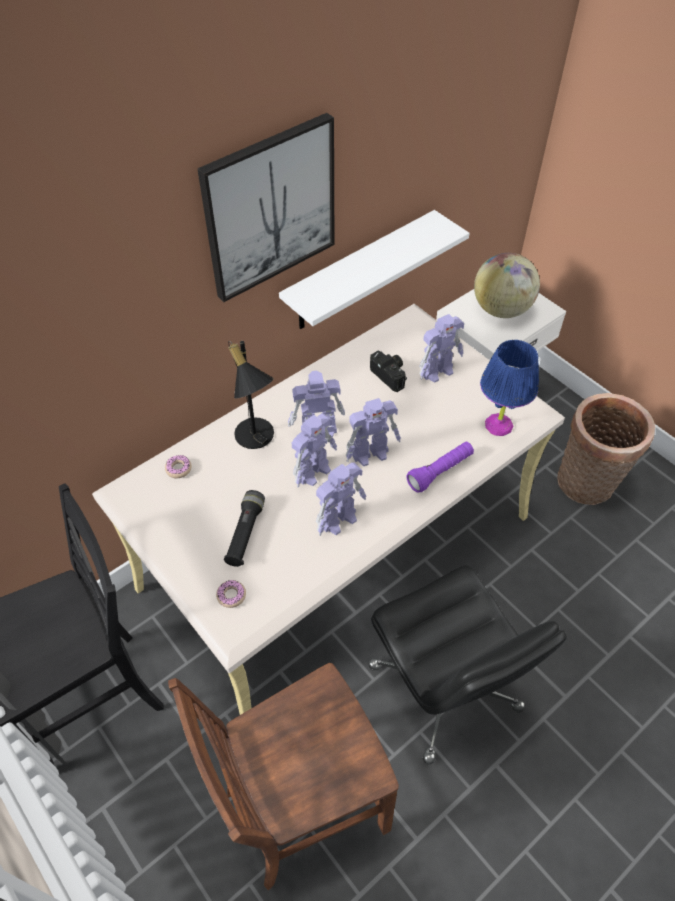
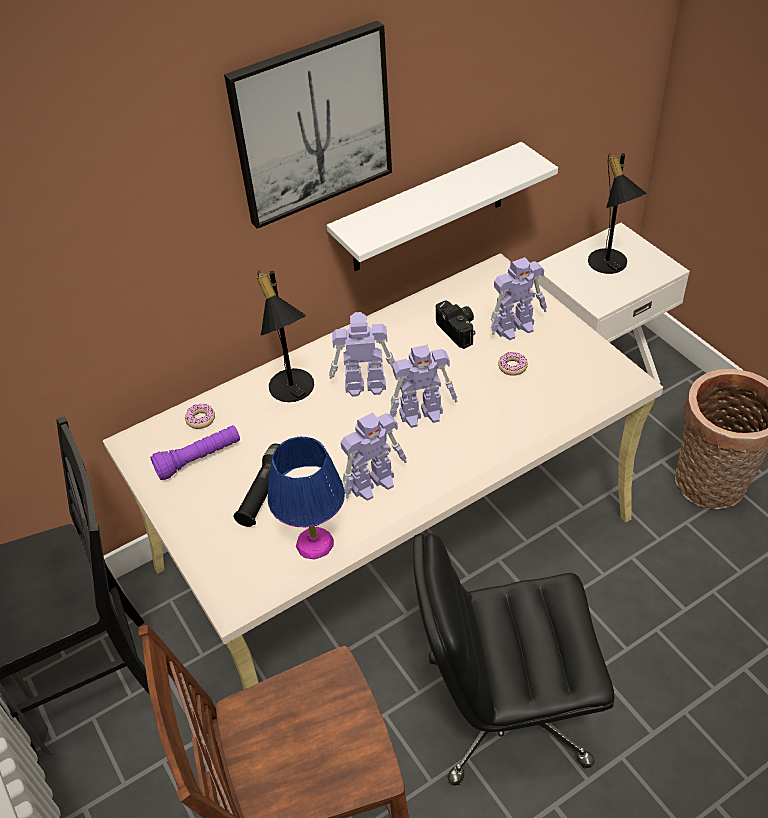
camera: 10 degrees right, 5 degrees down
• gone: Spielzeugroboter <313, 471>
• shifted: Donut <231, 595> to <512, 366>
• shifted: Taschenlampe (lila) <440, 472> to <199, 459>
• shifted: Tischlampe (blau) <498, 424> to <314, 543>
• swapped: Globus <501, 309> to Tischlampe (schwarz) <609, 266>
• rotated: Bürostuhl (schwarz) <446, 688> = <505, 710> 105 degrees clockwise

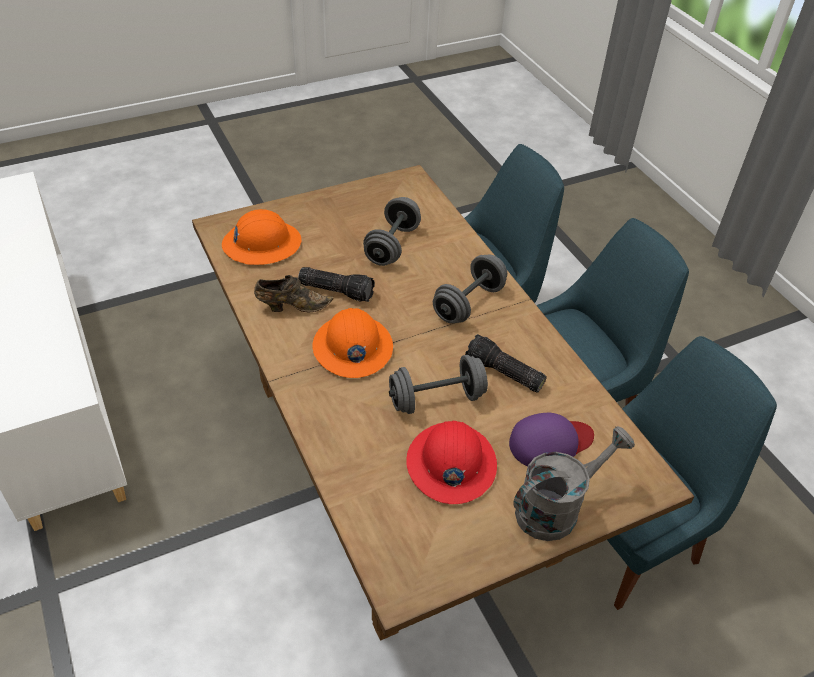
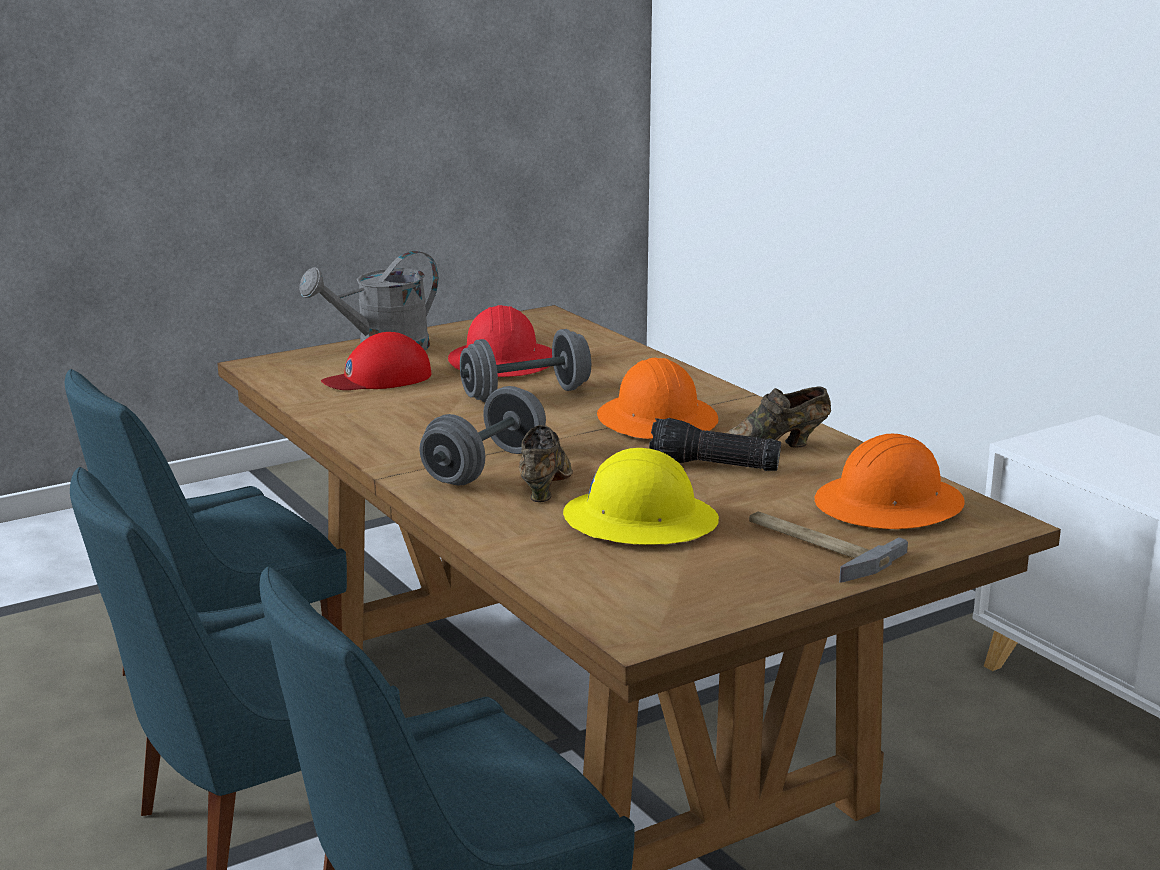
camera: 175 degrees right, 25 degrees down
• gone: Taschenlampe <503, 373>
• new: Schuh (braun) <544, 488>
• new: Hammer <814, 546>
• swapped: Hantel (grau) <392, 245> to Schutzhelm (gelb) <640, 521>
• repainted: Kappe (lila) <550, 442> to Kappe (rot) <378, 378>

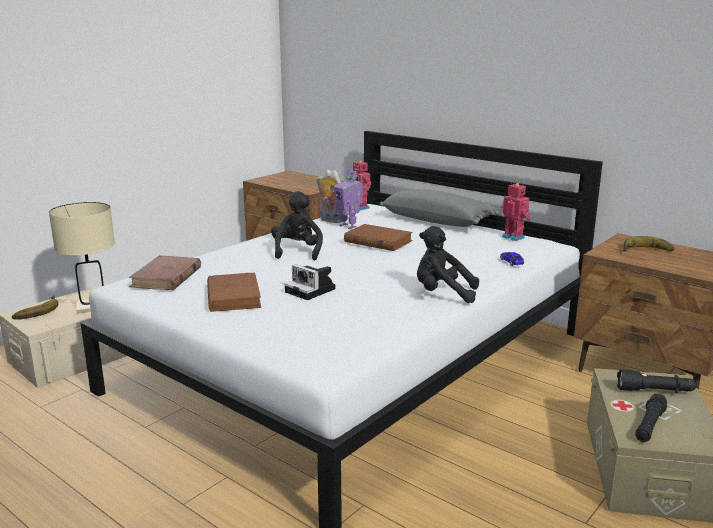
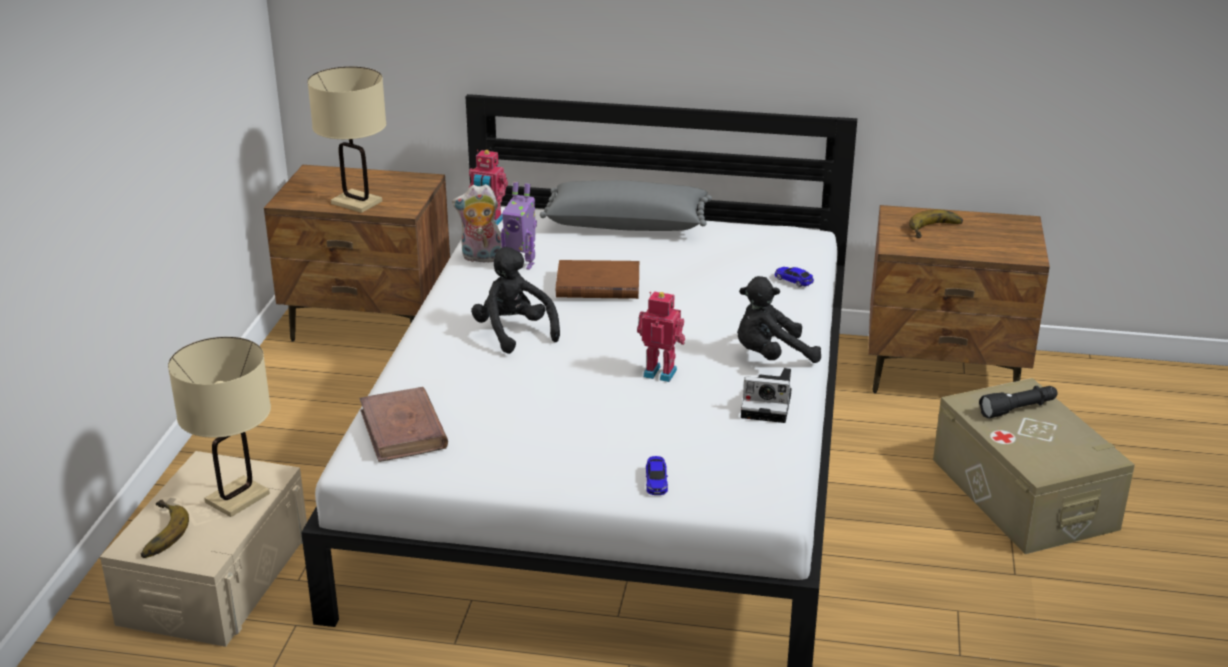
camera: 30 degrees left, 10 degrees up
• gone: Buch (braun) <233, 296>
• gone: Taschenlampe (schwarz) <649, 425>
• new: Tischlampe (beige) <356, 202>
• new: Spielzeugauto <656, 481>
• shifted: Kamera <312, 291> to <769, 405>
• shifted: Spielzeugroboter <514, 237> to <660, 372>

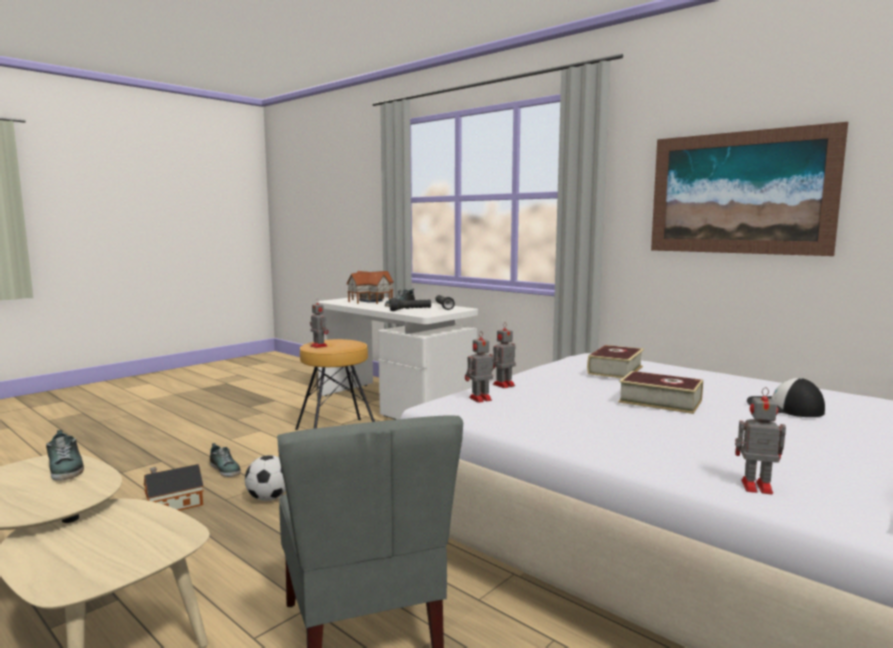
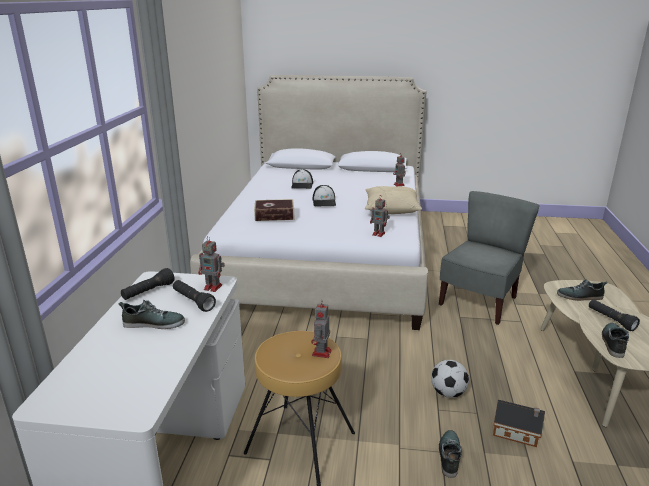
camera: 125 degrees left, 15 degrees up
• gone: Spielzeughaus <371, 301>
• gone: Bild <739, 193>
• new: Kissen (beige) <391, 209>
• new: Schuh <580, 296>
• new: Taschenlampe (schwarz) <610, 320>
• shifted: Spielzeugroboter <503, 385> to <214, 287>
• swapped: Buch <660, 401> to Kappe <324, 202>

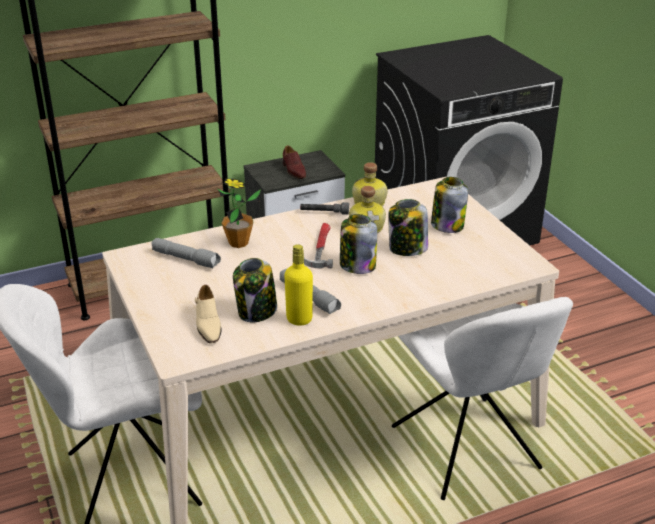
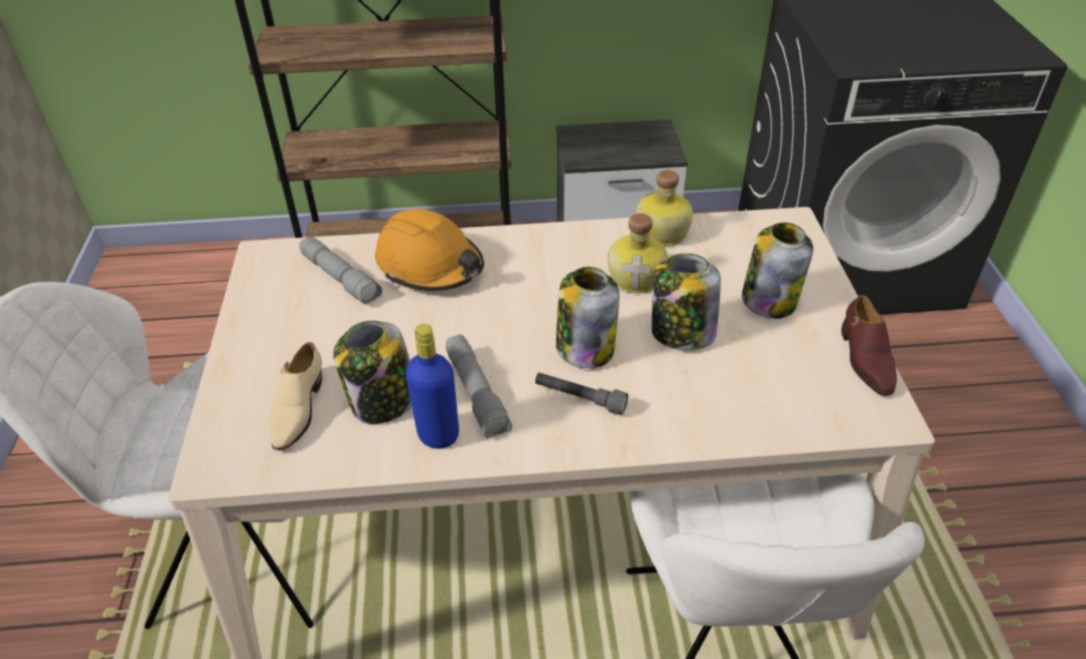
camera: 20 degrees right, 10 degrees up
• gone: Hammer <320, 248>
• shifted: Schuh (braun) <293, 170> to <865, 359>
• shifted: Taschenlampe (grau) <324, 213> to <579, 399>
• swapped: Topfpflanze <238, 243> to Schutzhelm (orange) <430, 266>
• repainted: Flasche (gelb) <299, 319> to Flasche (blau) <438, 434>

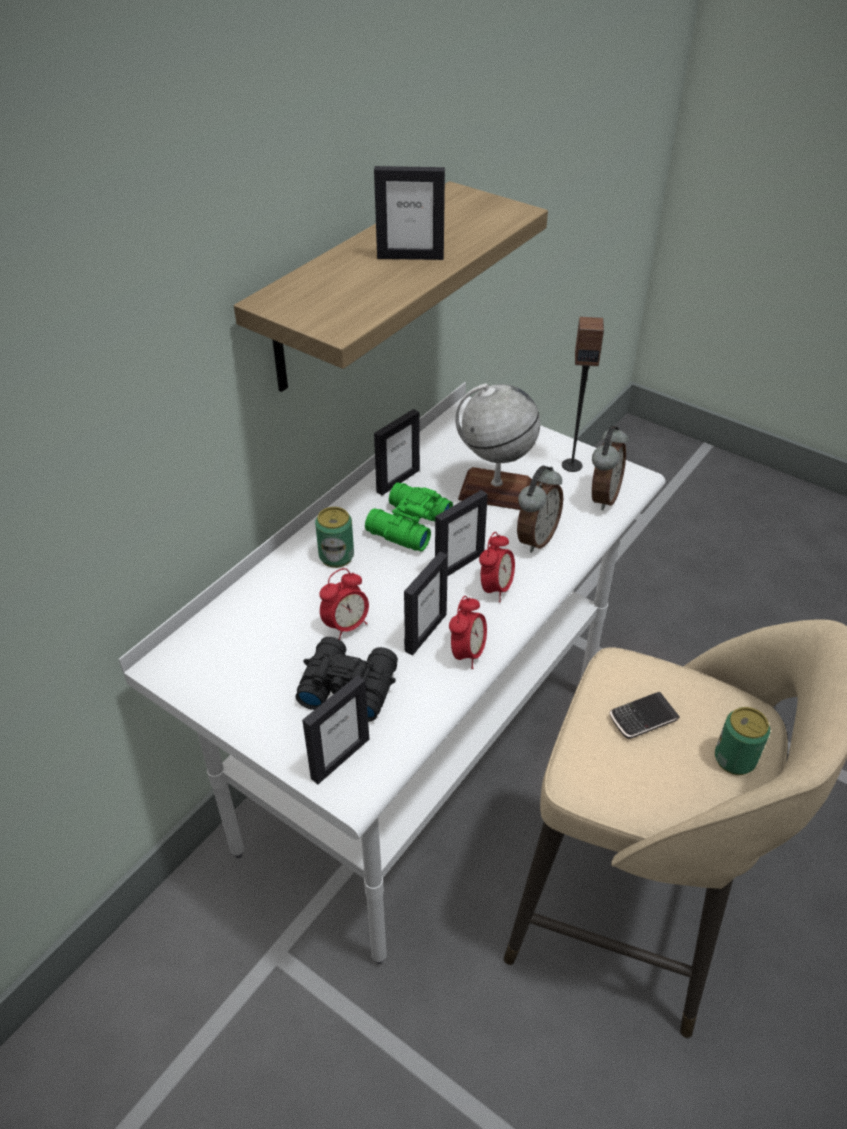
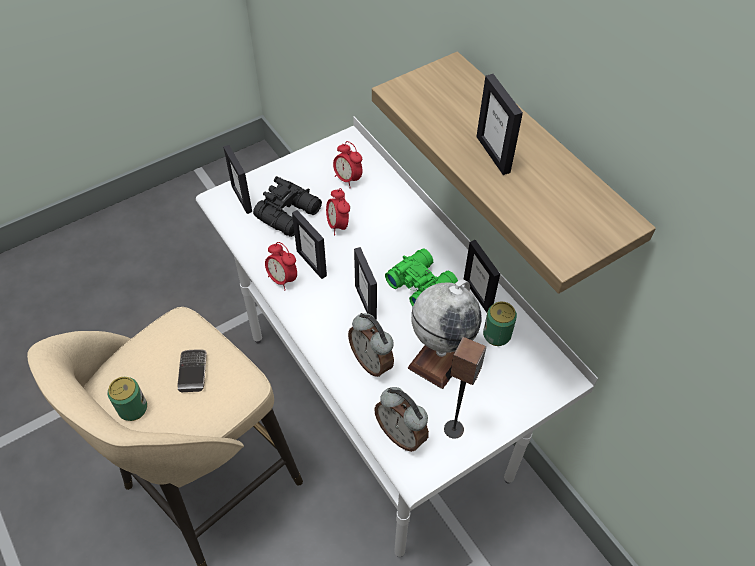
camera: 110 degrees right, 10 degrees up
• shifted: Dose <336, 556> to <496, 335>
• shifted: Wecker <496, 588> to <348, 179>
• rotated: Bilderrahmen <410, 257> = <493, 154> 45 degrees counterclockwise

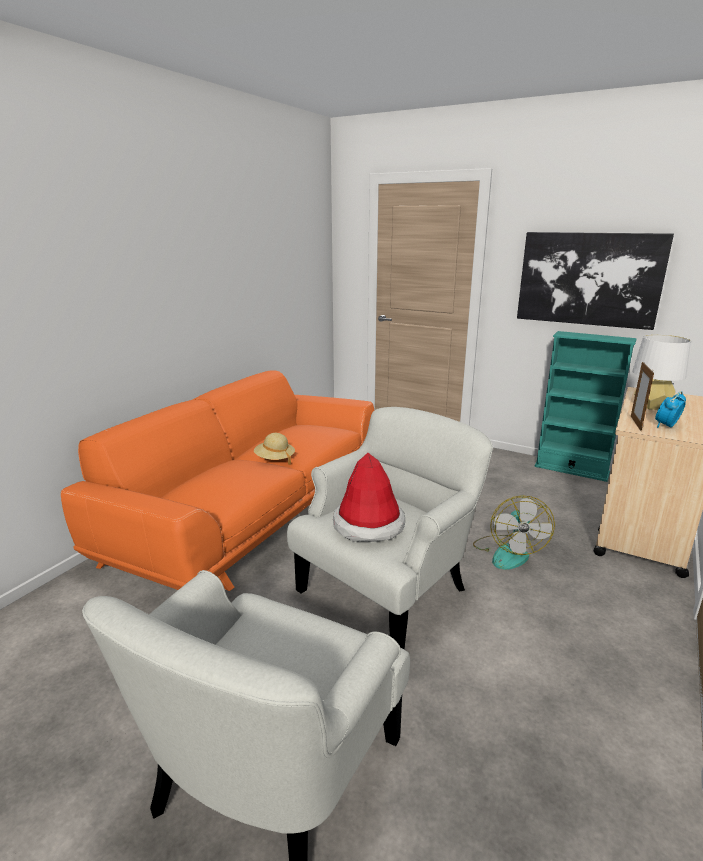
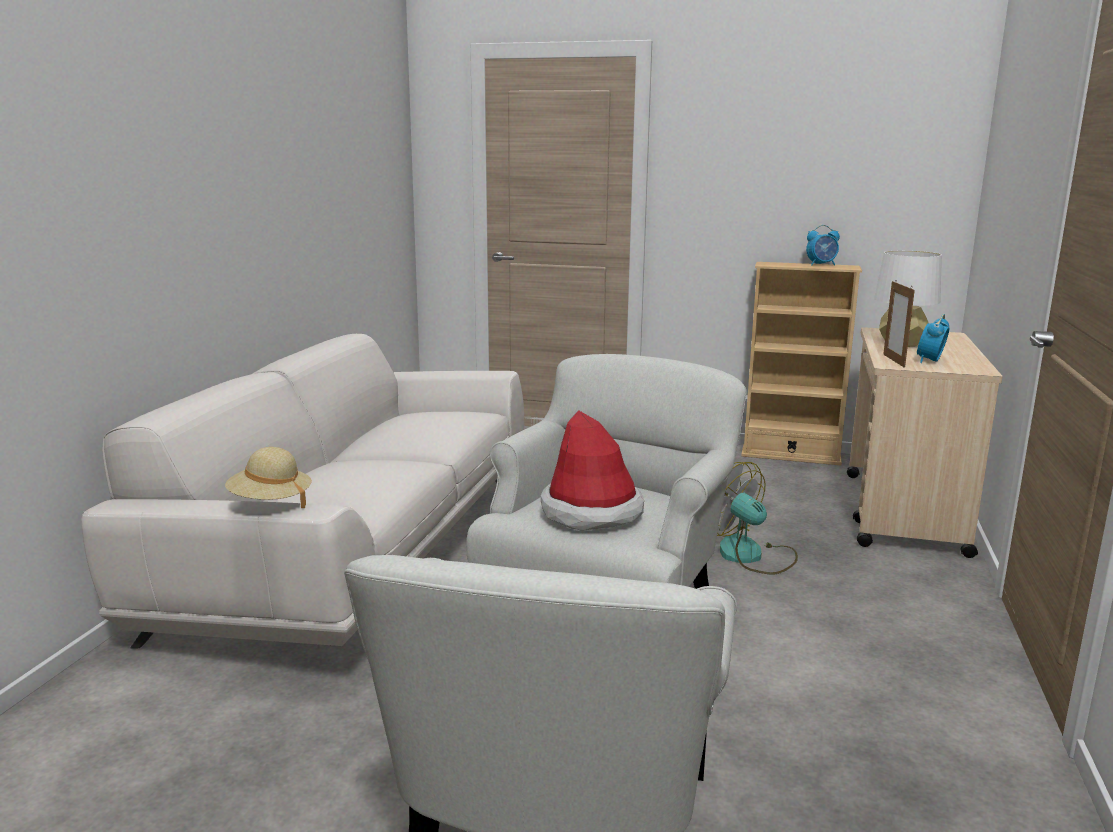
camera: 15 degrees left, 5 degrees down
• gone: Bild <589, 279>
• new: Wecker <821, 265>
• shifted: Hut (beige) <274, 459> to <270, 502>
• repainted: Sofa (orange) <250, 515> to Sofa (weiß) <356, 553>
• repainted: Bücherregal (türkis) <571, 469> to Bücherregal (beige) <790, 455>
• rotated: Ventilator <508, 552> = <750, 556> 150 degrees clockwise

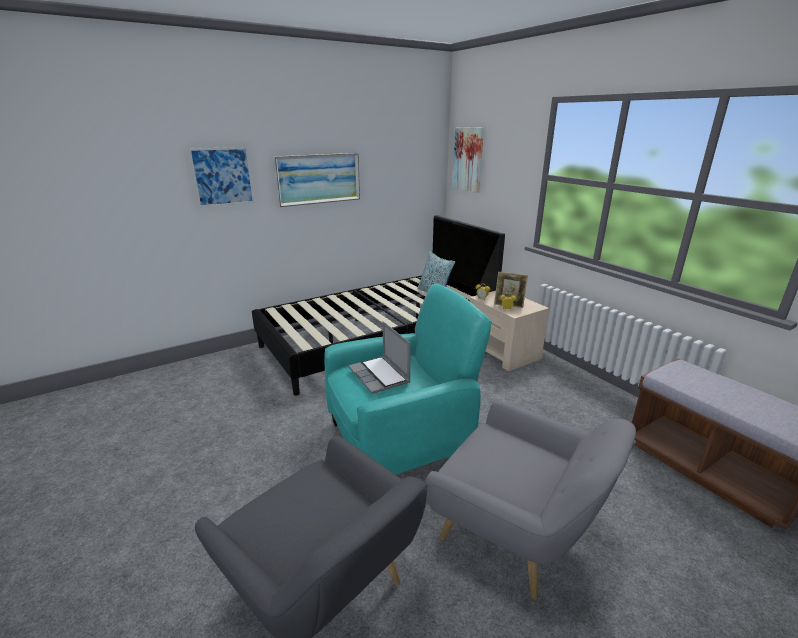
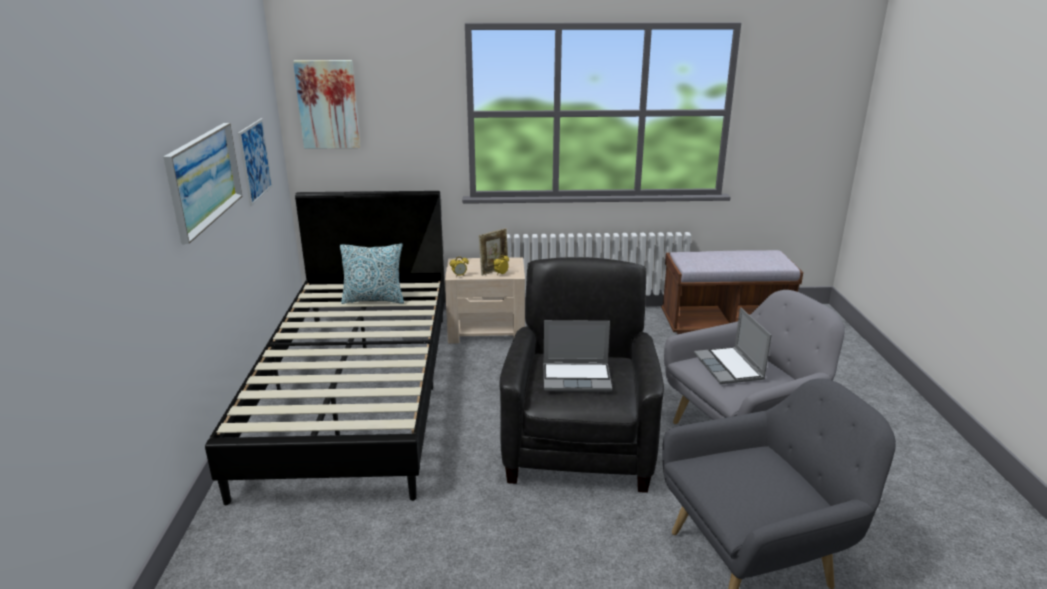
camera: 60 degrees left, 0 degrees up
• new: Laptop <729, 367>
• shifted: Bild <223, 177> to <255, 161>
• repainted: Sessel (türkis) <401, 439> to Sessel (schwarz) <579, 445>

